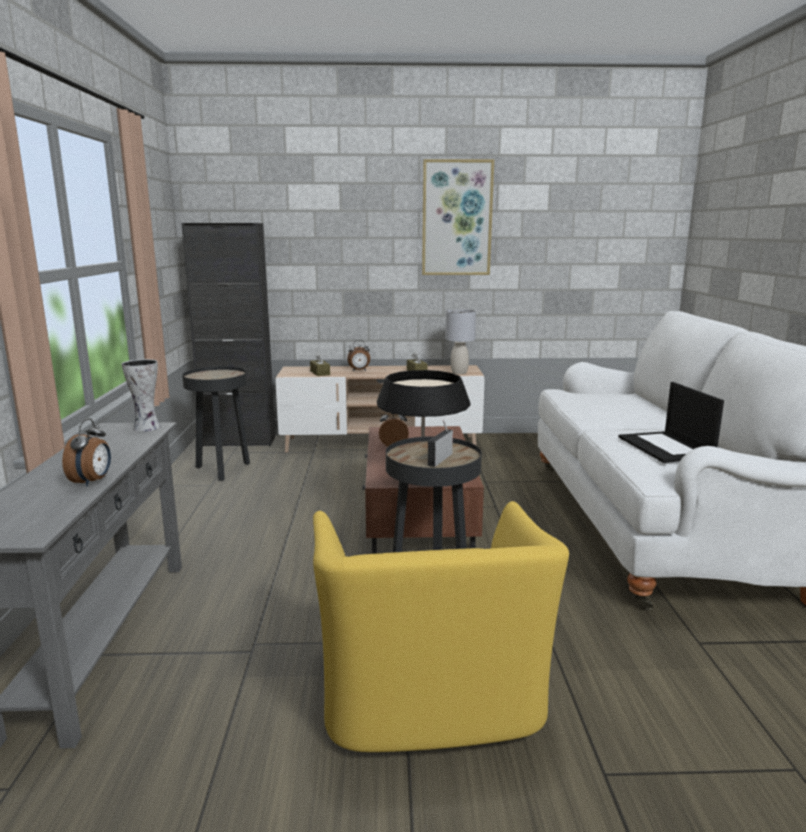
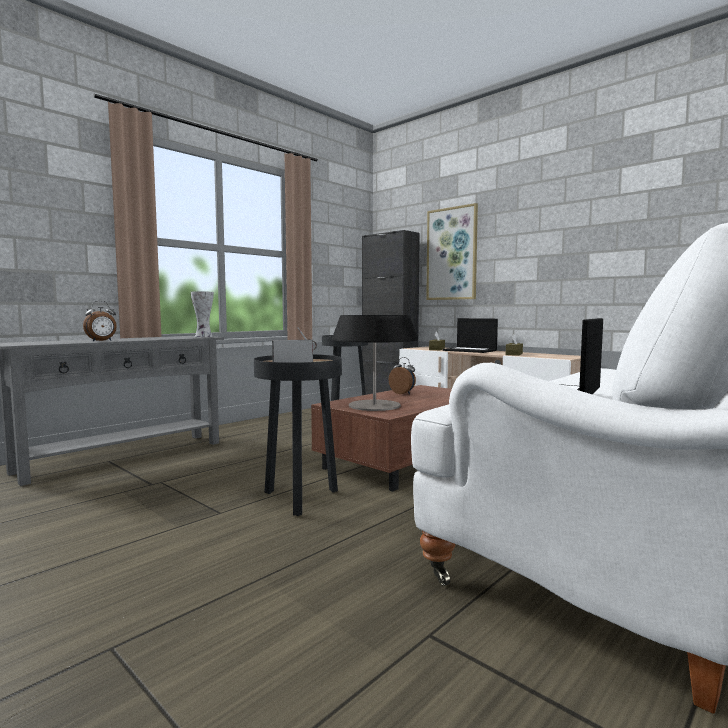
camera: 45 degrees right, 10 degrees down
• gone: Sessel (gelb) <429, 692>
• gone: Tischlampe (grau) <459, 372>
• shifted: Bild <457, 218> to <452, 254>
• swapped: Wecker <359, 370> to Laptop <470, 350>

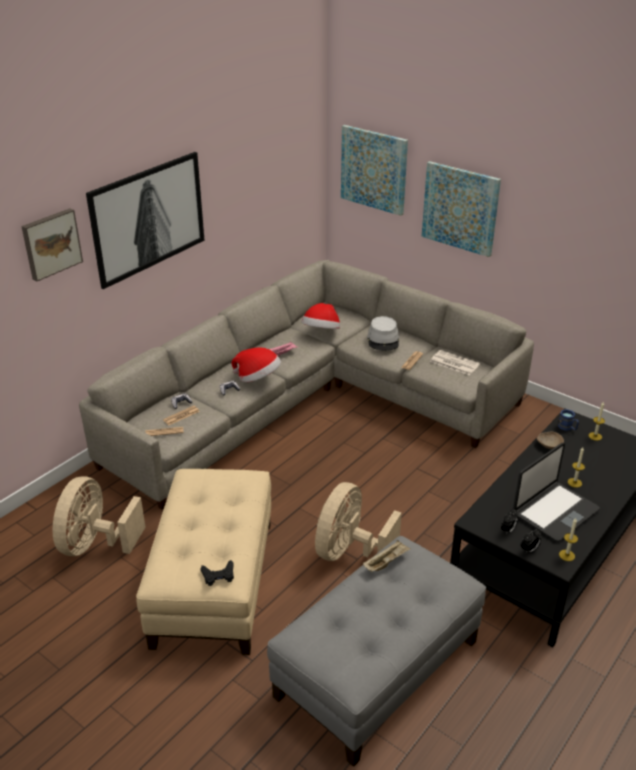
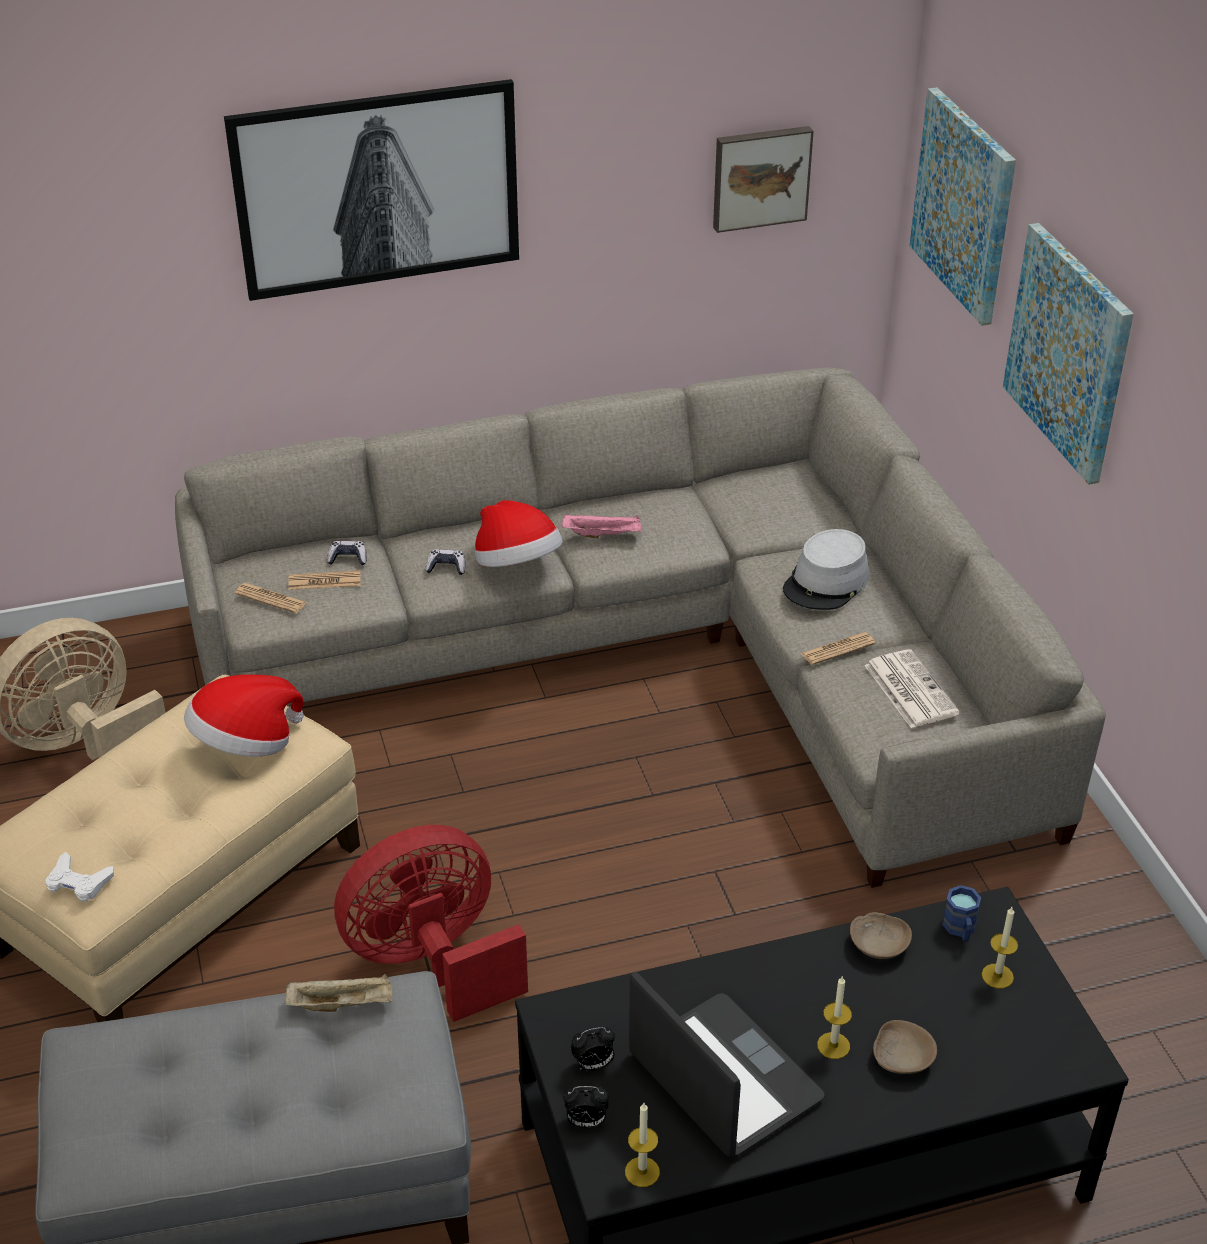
camera: 35 degrees right, 5 degrees up
• new: Schüssel (beige) <902, 1058>
• shifted: Bild <51, 243> to <760, 177>
• shifted: Hut <321, 332> to <246, 744>
• repainted: Gamepad (schwarz) <218, 575> to Gamepad (weiß) <78, 882>
• repainted: Ventilator (beige) <349, 551> to Ventilator (rot) <432, 962>
• rotated: Laptop <554, 511> = <723, 1078> 120 degrees counterclockwise

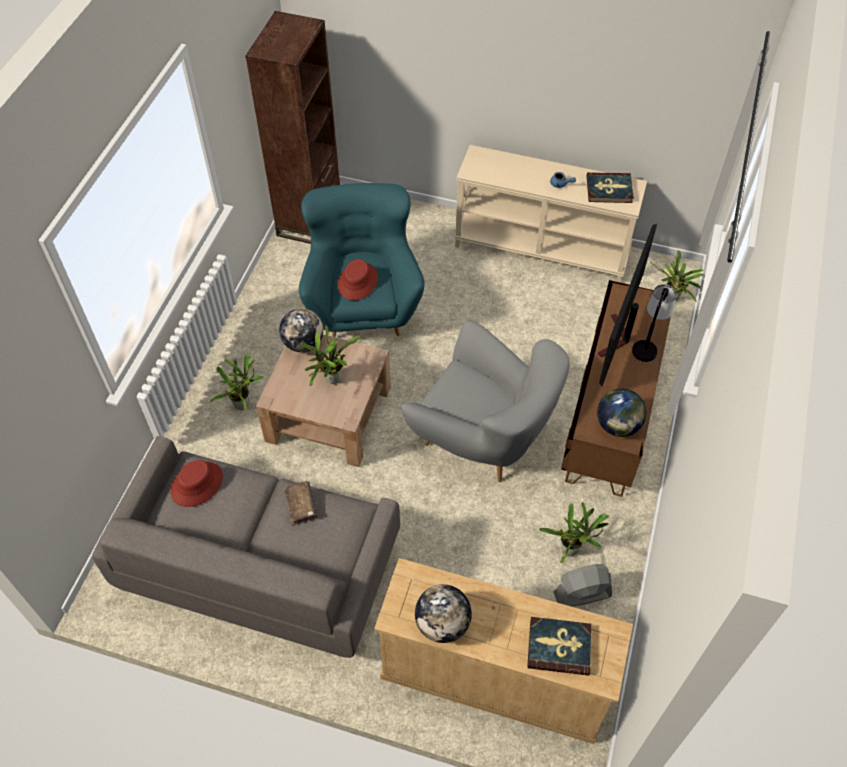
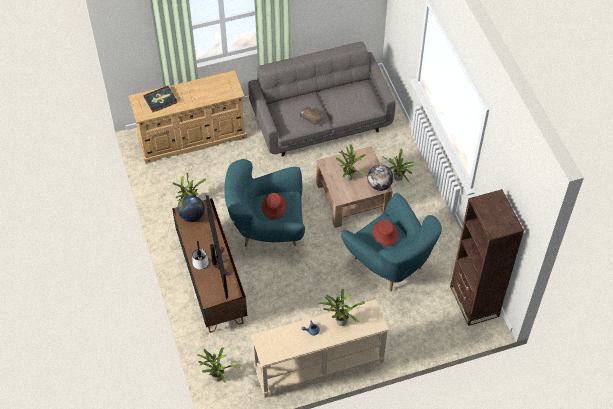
camera: 145 degrees right, 0 degrees up
• gone: Globus <442, 624>
• gone: Ventilator (grau) <582, 594>
• gone: Buch <609, 190>
• new: Topfpflanze <340, 321>
• shifted: Hut (rot) <196, 484> to <274, 206>
• repainted: Sessel (grau) <482, 439> to Sessel (türkis) <267, 229>

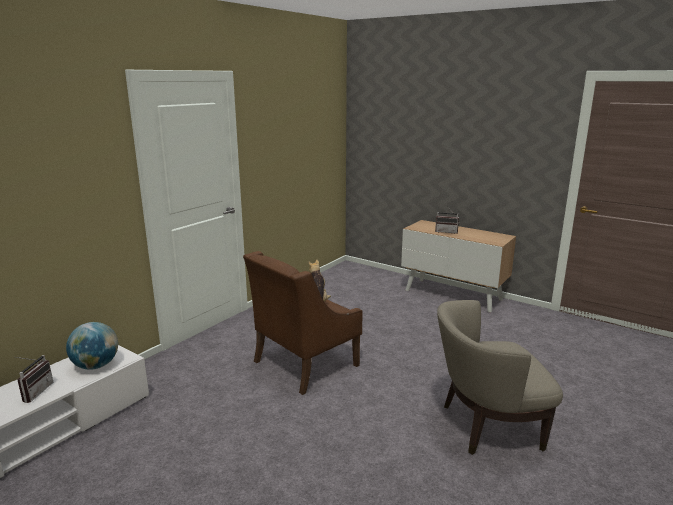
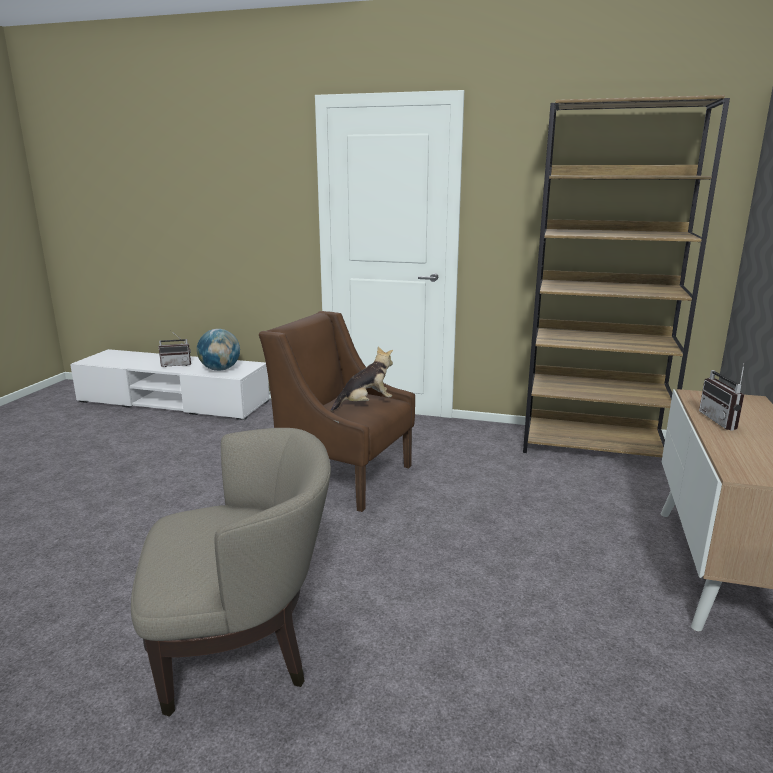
camera: 70 degrees right, 0 degrees up
• new: Bücherregal (braun) <593, 446>
• rotated: Sessel (beige) <486, 426> = <243, 647> 105 degrees clockwise

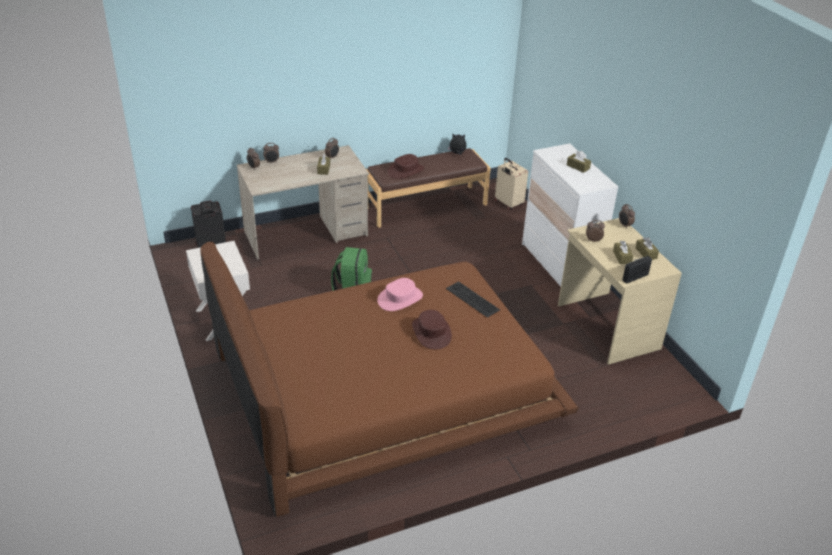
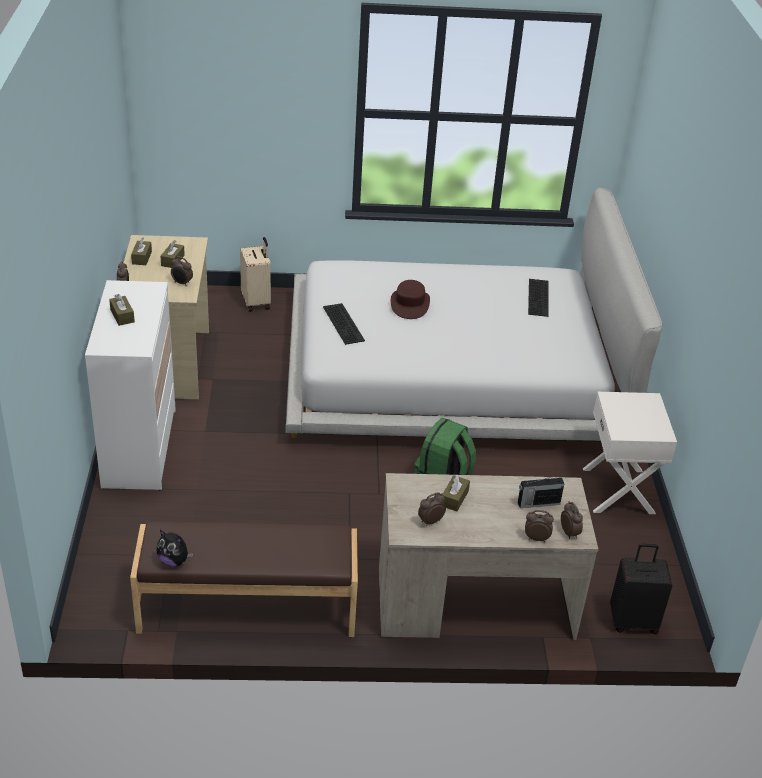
camera: 160 degrees left, 0 degrees up
• gone: Hut (rosa) <400, 298>
• gone: Hut (braun) <406, 171>
• new: Tastatur <539, 298>
• shifted: Koffer (beige) <508, 203> to <256, 302>
• shifted: Radio <636, 277> to <537, 503>
• repainted: Bett (braun) <384, 386> to Bett (weiß) <452, 372>

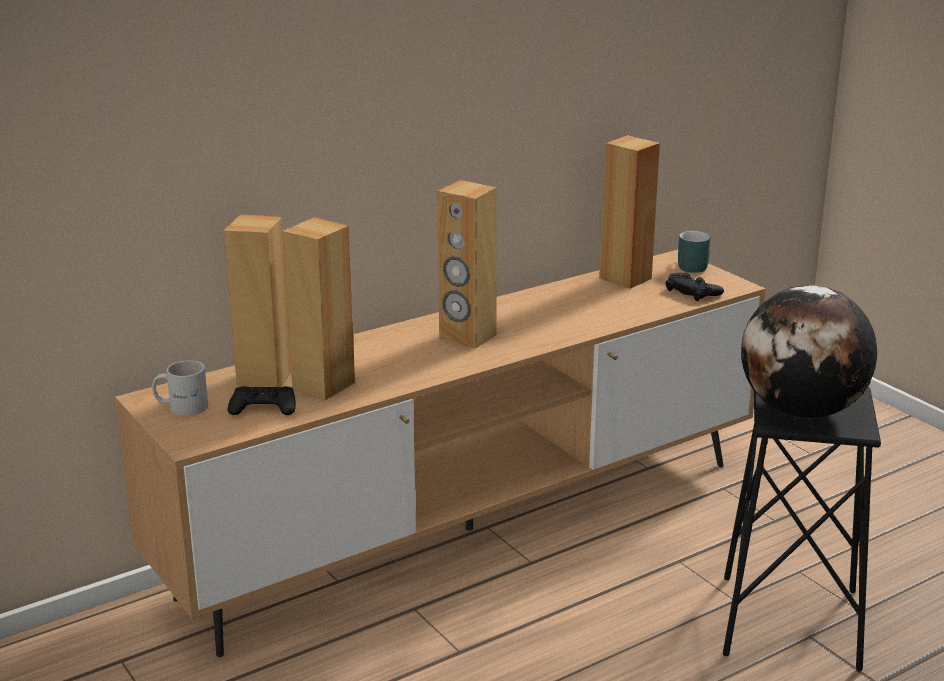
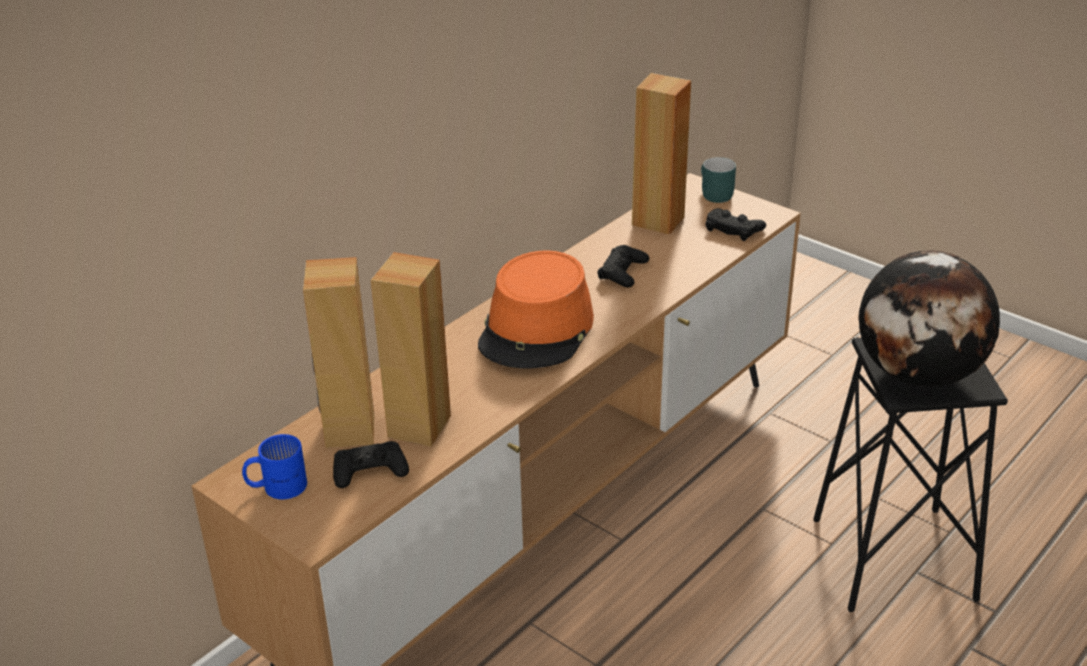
camera: 15 degrees left, 10 degrees up
• new: Gamepad (schwarz) <623, 272>
• swapped: Lautsprecher (braun) <467, 337> to Hut (orange) <537, 329>
• repainted: Henkelbecher (weiß) <182, 406> to Henkelbecher (blau) <277, 485>

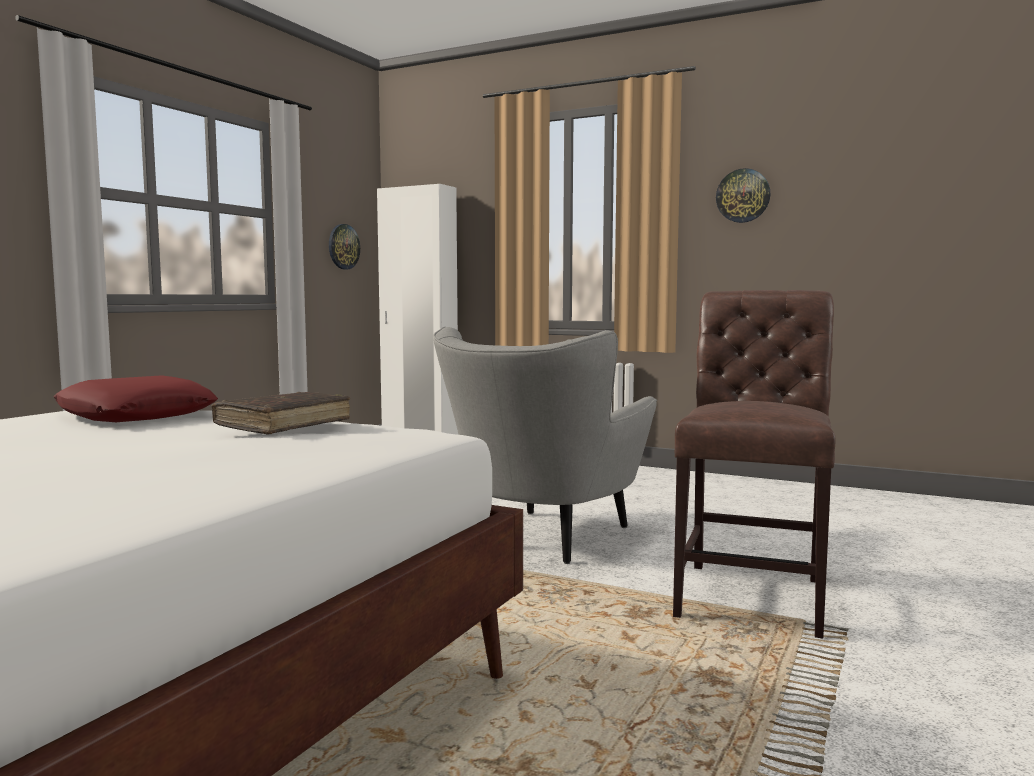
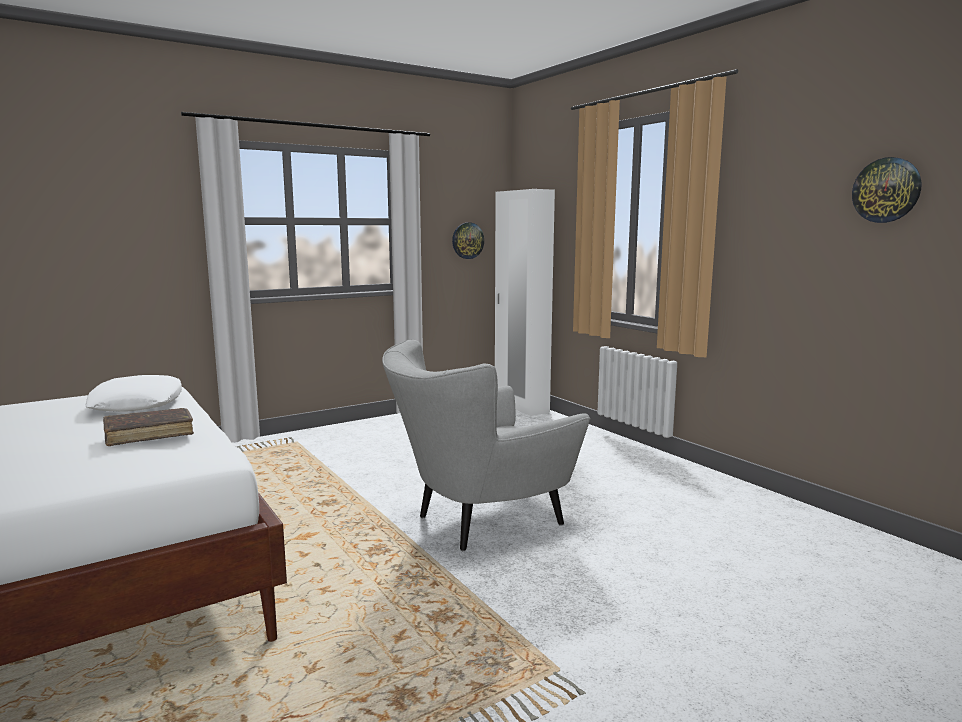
camera: 30 degrees right, 5 degrees up
• gone: Stuhl (braun) <753, 593>
• shifted: Wanduhr <743, 195> to <886, 190>
• repainted: Kissen (rot) <135, 415> to Kissen (weiß) <137, 403>

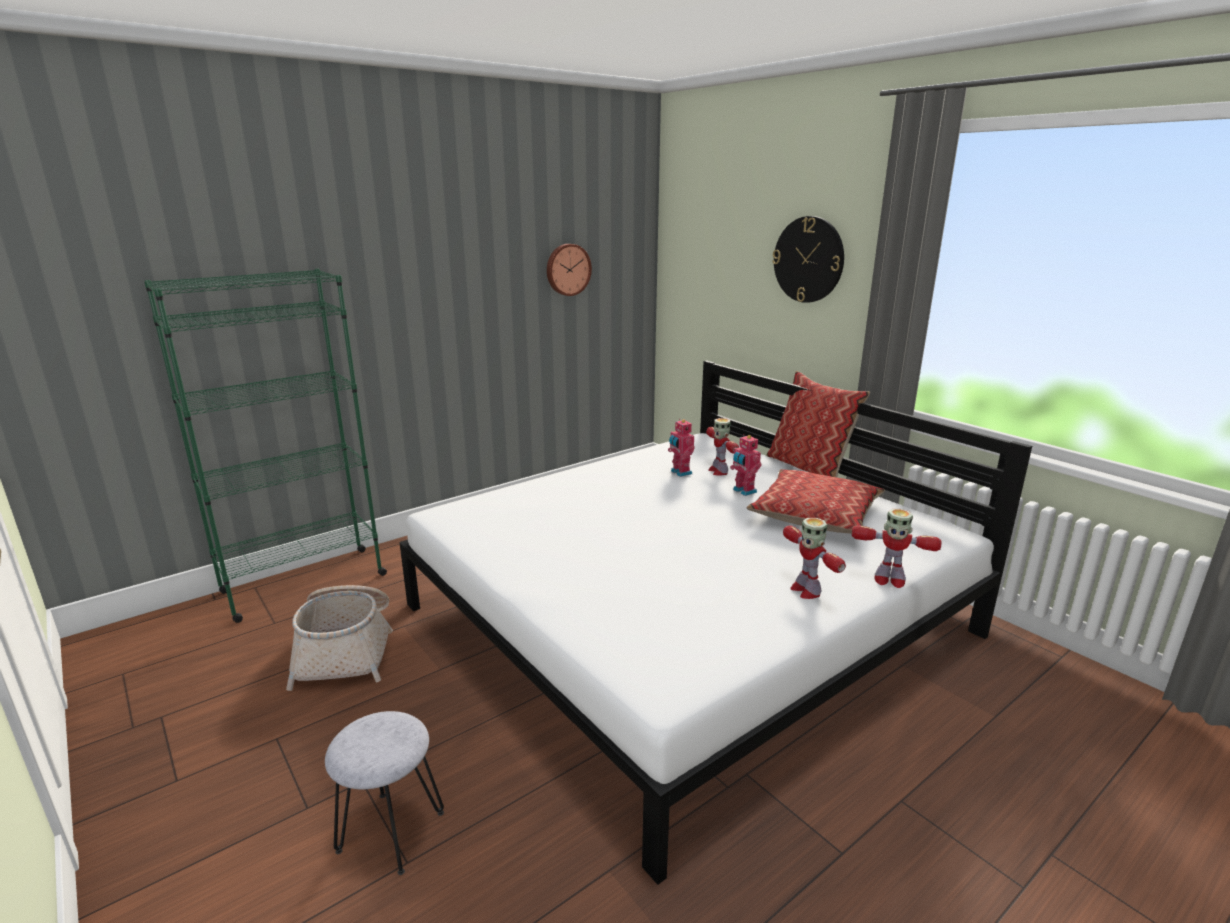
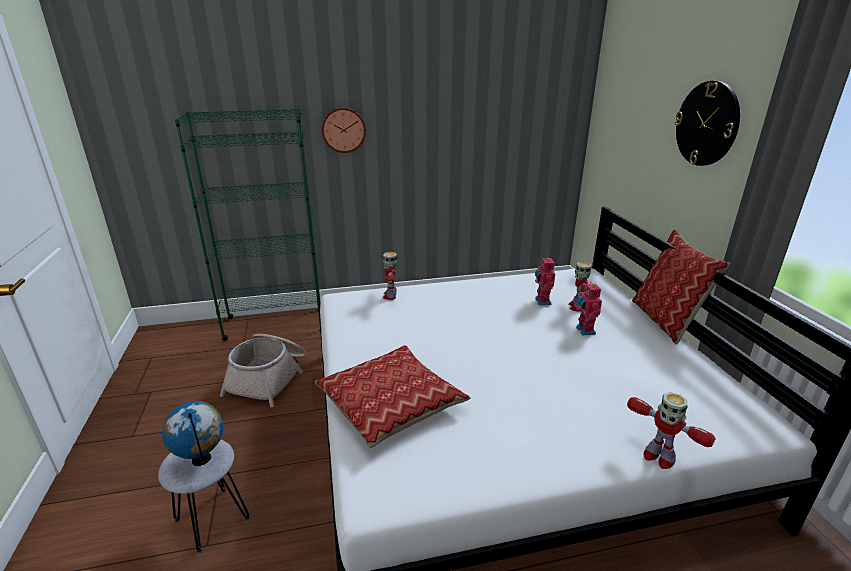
camera: 25 degrees right, 5 degrees up
• new: Globus <202, 459>
• shifted: Wanduhr <567, 269> to <343, 129>
• shifted: Kissen <815, 514> to <391, 403>
• shifted: Spielzeugroboter <805, 590> to <390, 295>

